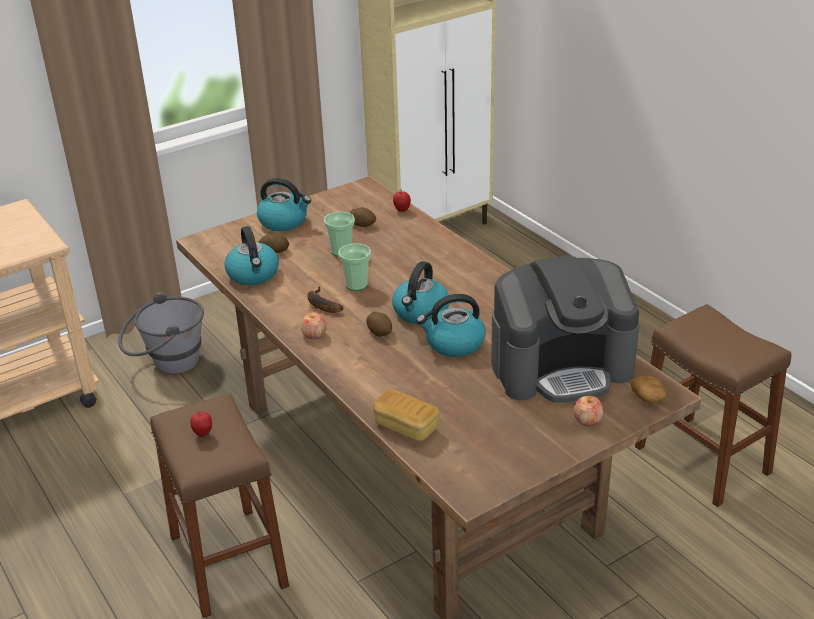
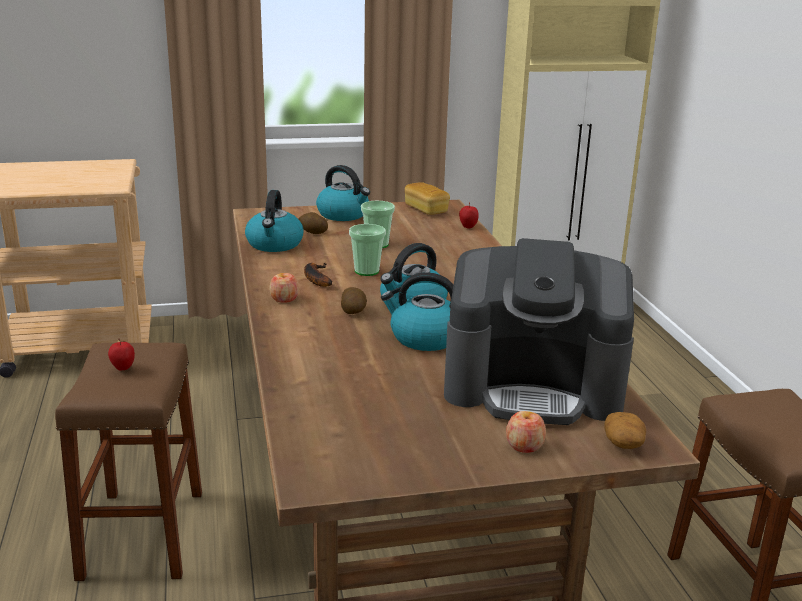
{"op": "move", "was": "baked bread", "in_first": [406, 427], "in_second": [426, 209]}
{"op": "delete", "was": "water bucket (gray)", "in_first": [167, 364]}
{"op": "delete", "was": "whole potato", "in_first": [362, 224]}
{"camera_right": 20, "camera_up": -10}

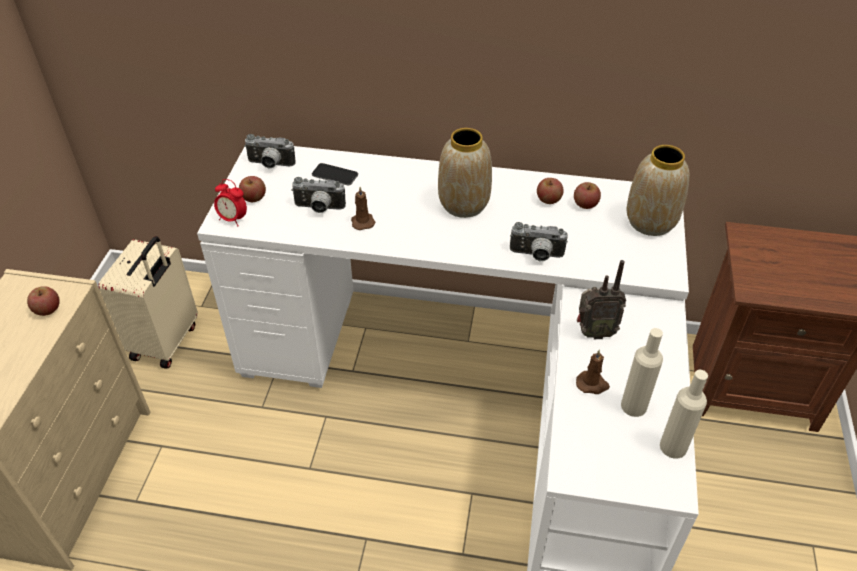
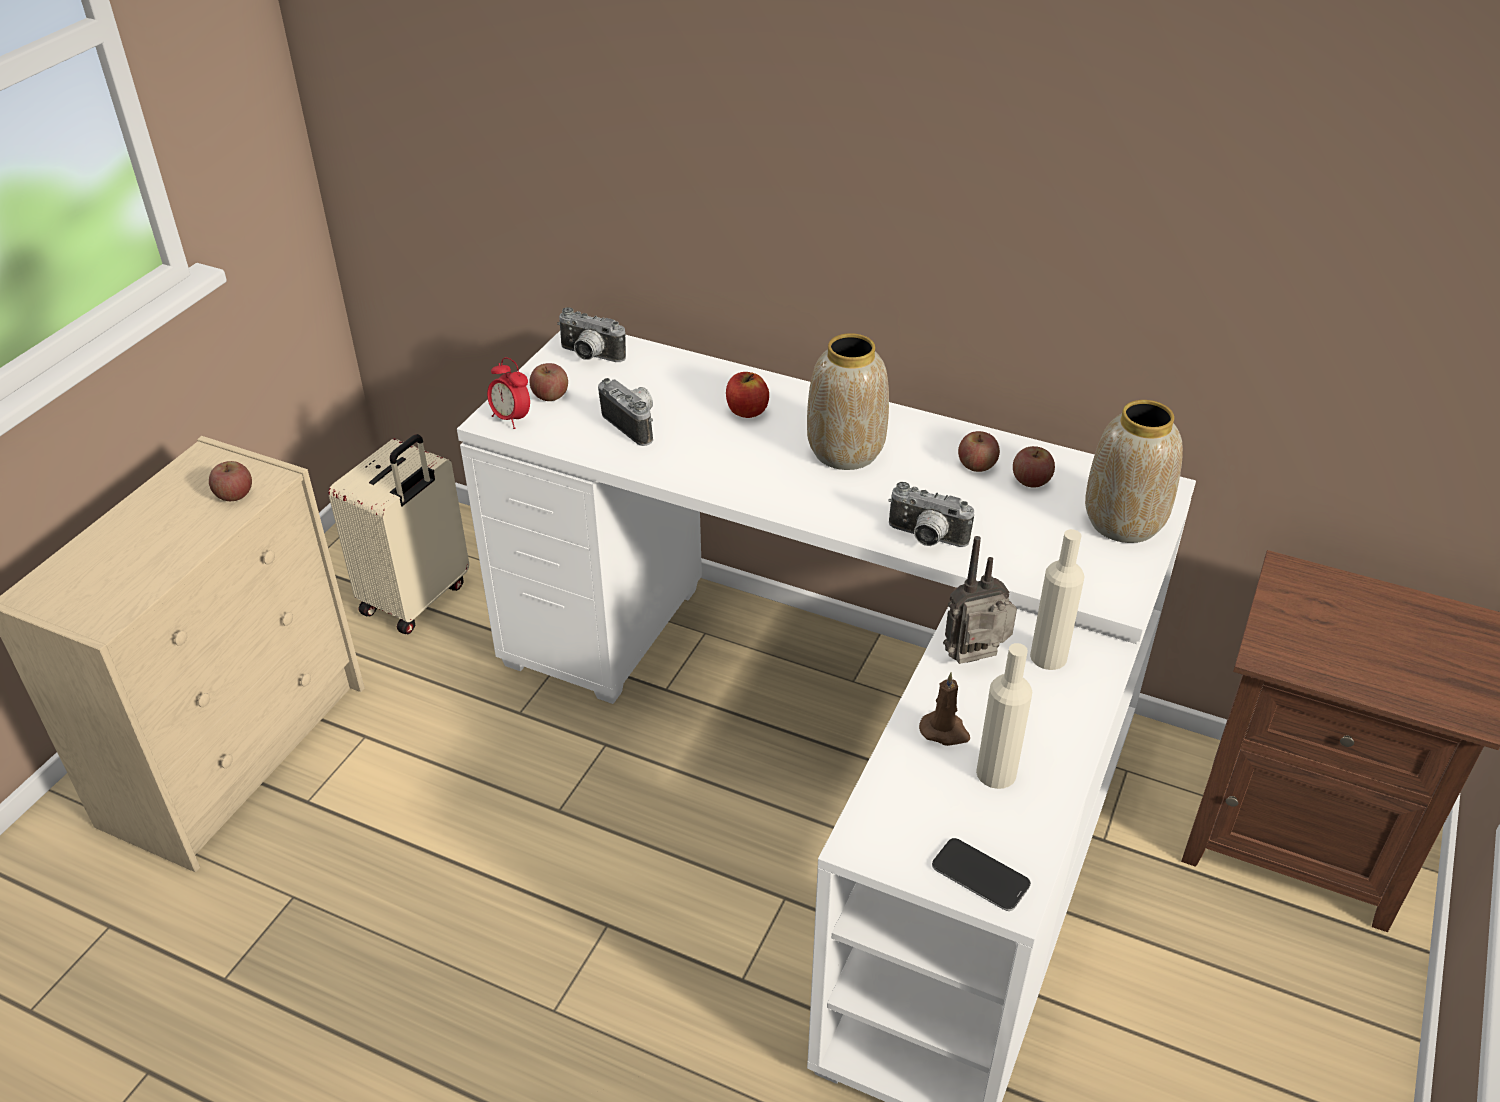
{"op": "rotate", "was": "still camera", "in_first": [319, 209], "in_second": [634, 424], "clockwise": -150}
{"op": "insert", "now": "apple fruit", "in_second": [747, 411]}
{"op": "move", "was": "handset", "in_first": [335, 175], "in_second": [980, 876]}
{"op": "rotate", "was": "radio receiver", "in_first": [594, 332], "in_second": [977, 662], "clockwise": 150}
{"op": "move", "was": "beverage bottle (beige)", "in_first": [673, 447], "in_second": [1048, 656]}
{"op": "delete", "was": "candle (brown-coloured)", "in_first": [362, 221]}
{"camera_right": 15, "camera_up": -5}

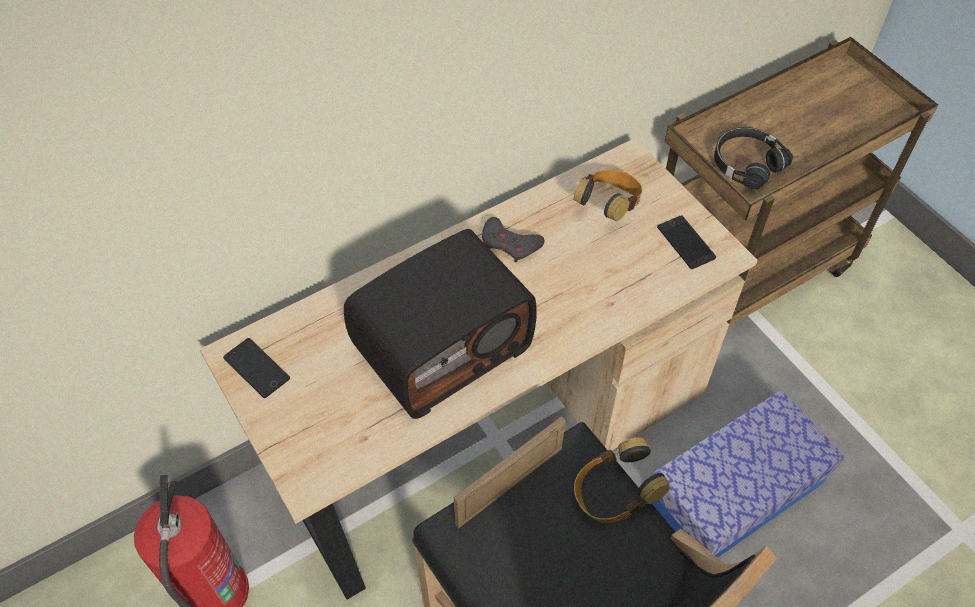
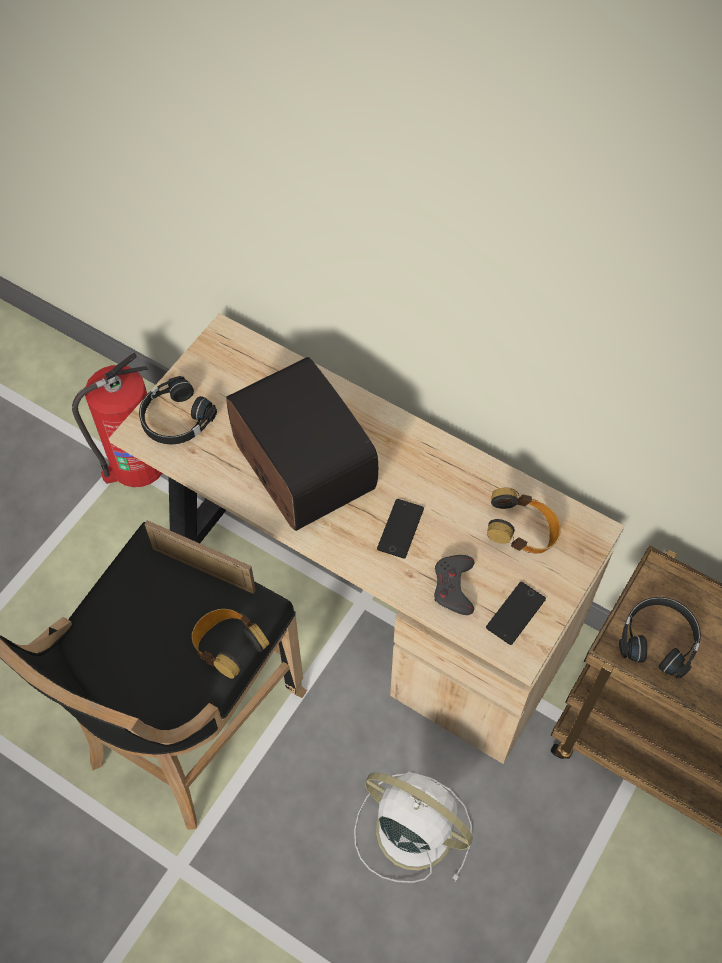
{"op": "insert", "now": "headset (black)", "in_second": [175, 419]}
{"op": "rotate", "was": "radio receiver", "in_first": [442, 346], "in_second": [300, 466], "clockwise": -150}
{"op": "replace", "was": "storage bin", "now": "fan (white)", "in_first": [735, 491], "in_second": [411, 828]}
{"op": "move", "was": "handset", "in_first": [256, 368], "in_second": [400, 529]}
{"op": "move", "was": "joypad (gray)", "in_first": [510, 244], "in_second": [454, 587]}
{"camera_right": 65, "camera_up": 5}

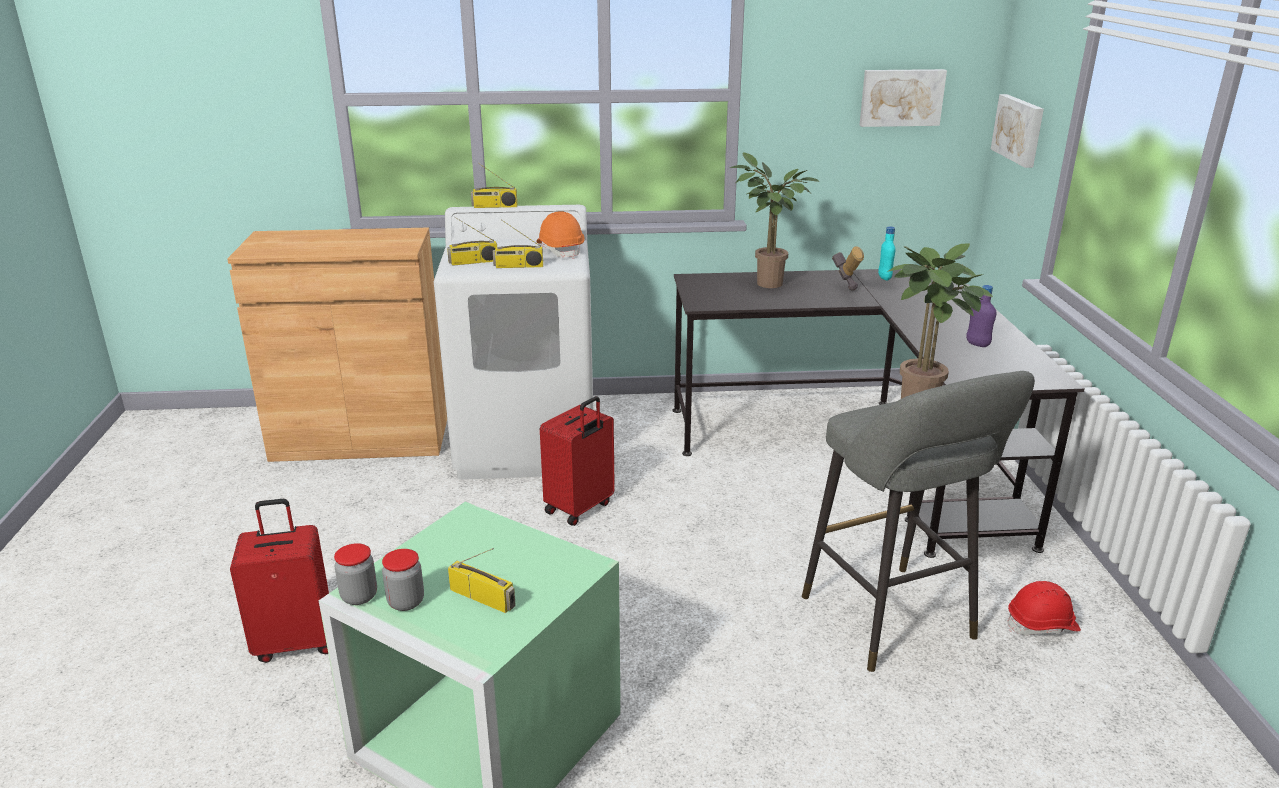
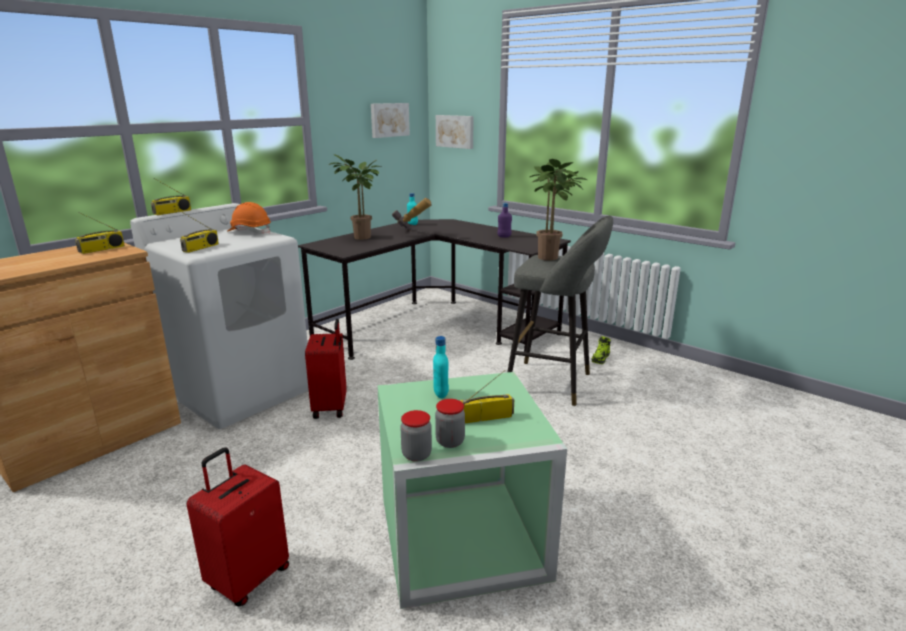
{"op": "move", "was": "radio receiver", "in_first": [518, 266], "in_second": [102, 249]}
{"op": "insert", "now": "beverage bottle (turquoise-coloured)", "in_second": [441, 394]}
{"op": "replace", "was": "work helmet (red)", "now": "low shoe", "in_first": [1042, 625], "in_second": [600, 358]}
{"camera_right": -45, "camera_up": -5}

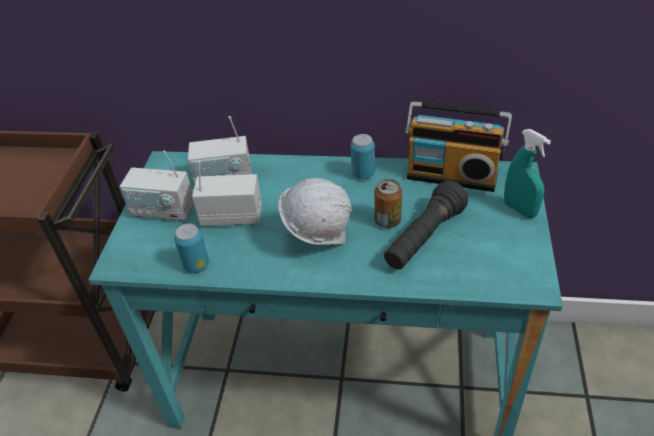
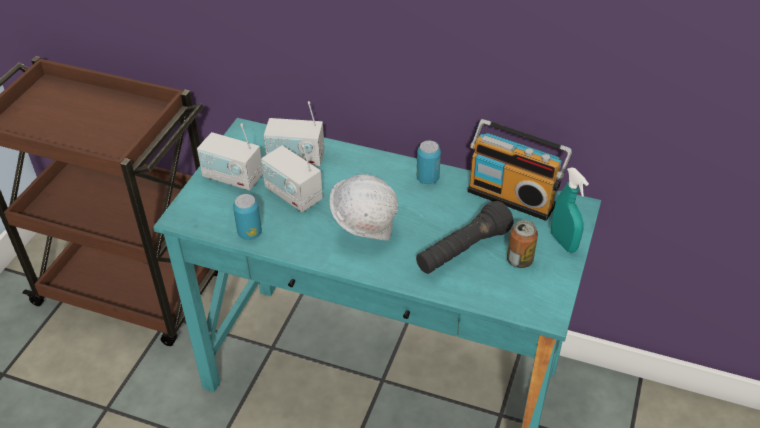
{"op": "rotate", "was": "radio receiver", "in_first": [231, 216], "in_second": [293, 195], "clockwise": -150}
{"op": "move", "was": "metal can", "in_first": [387, 220], "in_second": [519, 260]}
{"camera_right": 10, "camera_up": 0}

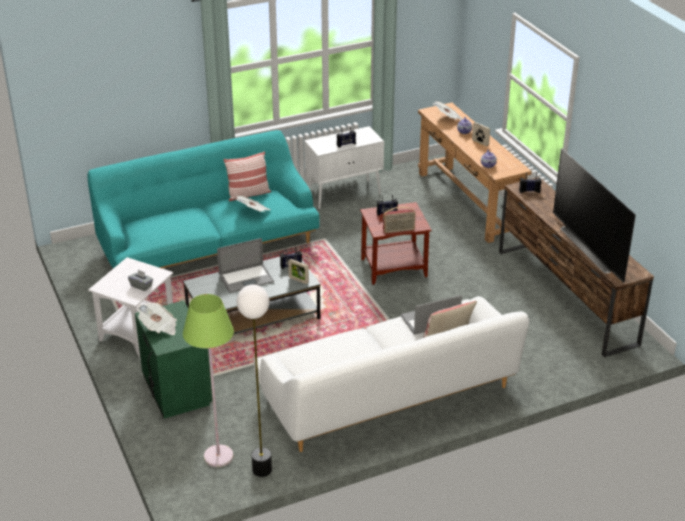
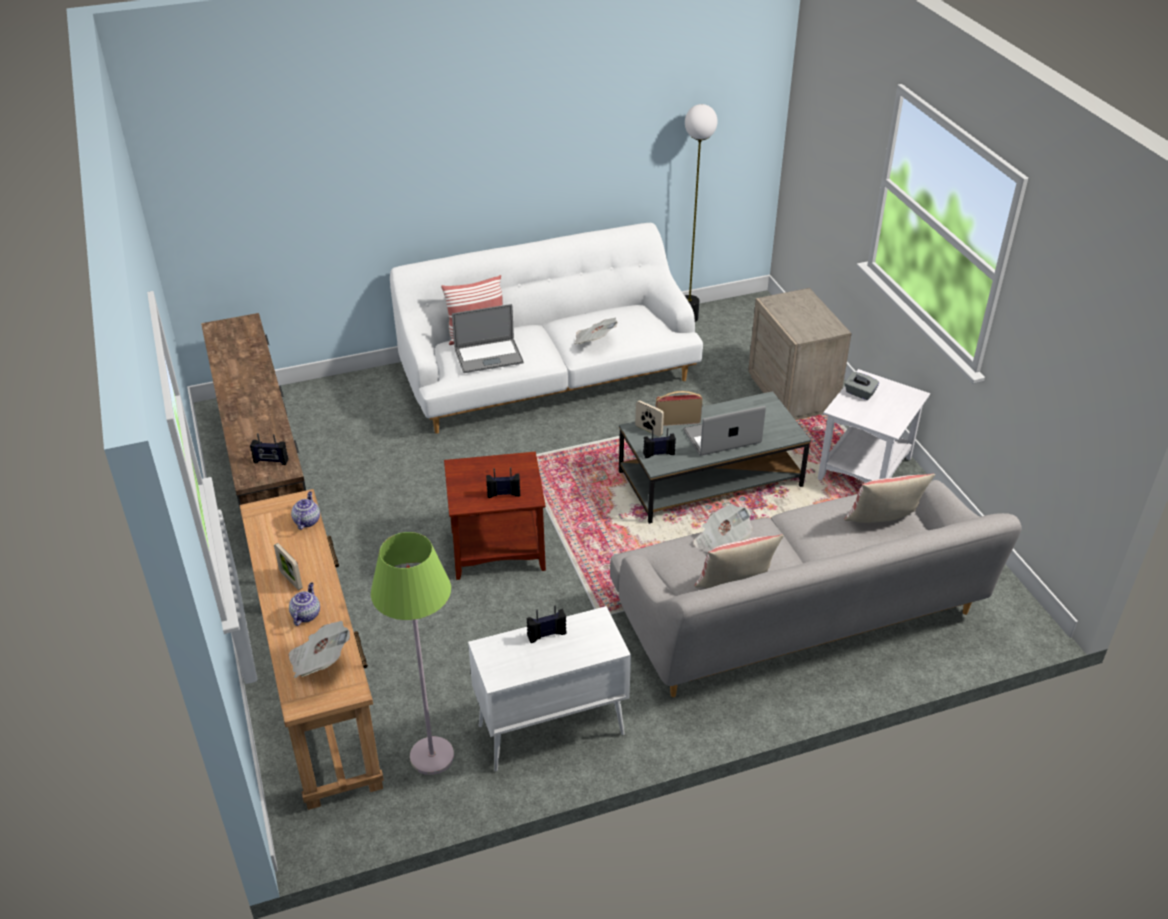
{"op": "move", "was": "standing lamp (green-coloured)", "in_first": [218, 456], "in_second": [432, 756]}
{"op": "move", "was": "printed paper", "in_first": [159, 327], "in_second": [594, 341]}
{"op": "recolor", "was": "settee (turquoise-coloured)", "now": "settee (gray)", "in_first": [207, 245], "in_second": [799, 615]}
{"op": "move", "was": "radio receiver", "in_first": [399, 230], "in_second": [677, 421]}
{"op": "recolor", "was": "bedside table (green-coloured)", "now": "bedside table (beige)", "in_first": [175, 390], "in_second": [793, 393]}
{"op": "insert", "now": "cushion", "in_second": [882, 521]}
{"op": "delete", "was": "television", "in_first": [591, 248]}
{"camera_right": -175, "camera_up": 5}

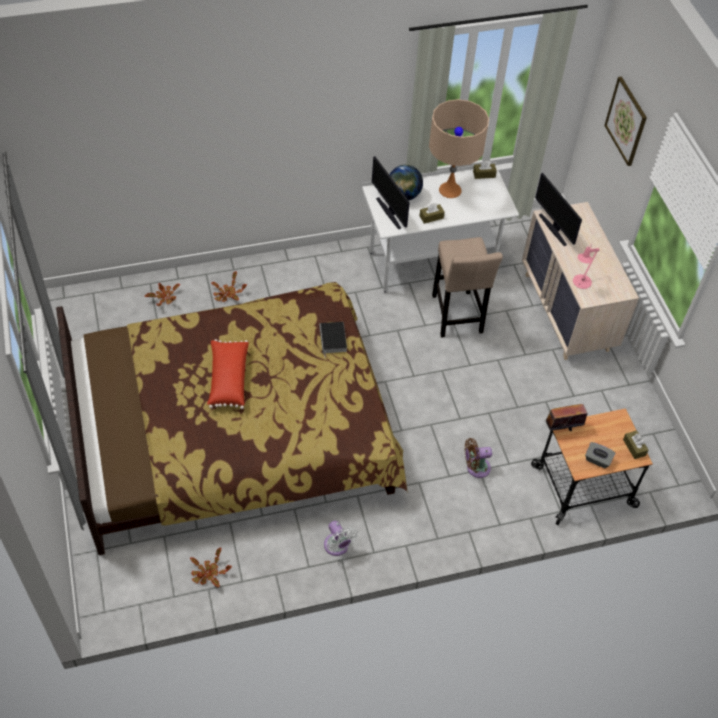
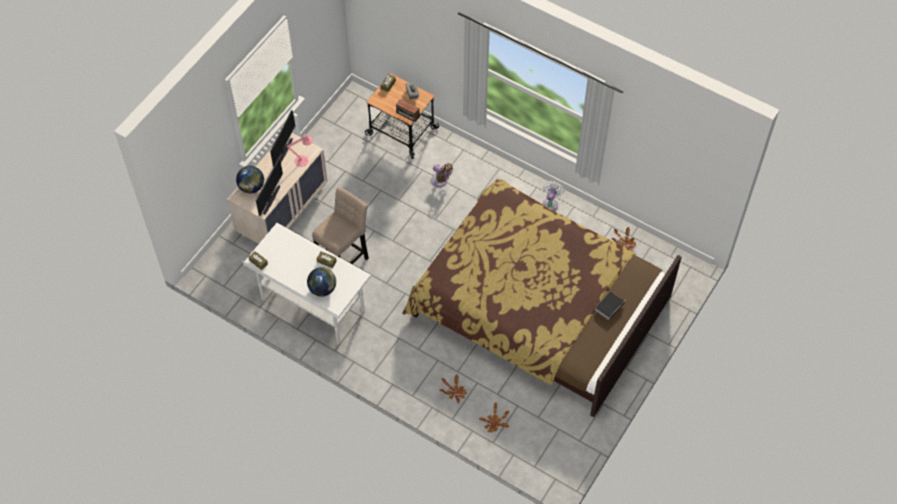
{"op": "insert", "now": "globe", "in_second": [251, 187]}
{"op": "move", "was": "computer display", "in_first": [389, 213], "in_second": [283, 151]}
{"op": "move", "was": "volume", "in_first": [333, 340], "in_second": [609, 306]}
{"op": "delete", "was": "cushion (red)", "in_first": [228, 379]}
{"op": "delete", "was": "lamp for a table (beige)", "in_first": [450, 190]}
{"op": "delete", "was": "picture", "in_first": [626, 121]}
{"camera_right": -130, "camera_up": 5}

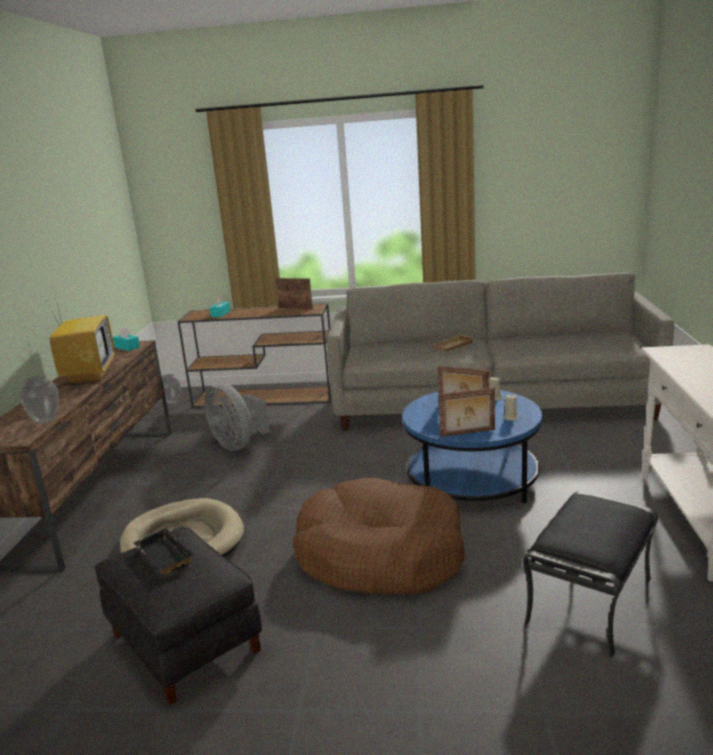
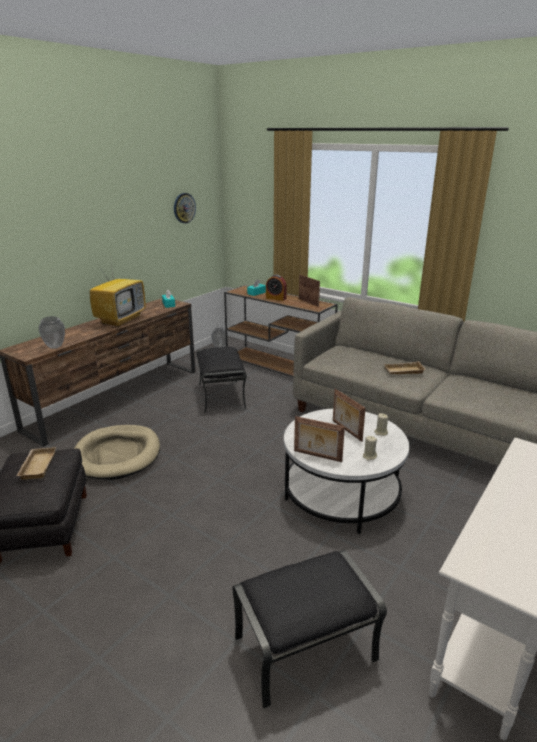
{"op": "recolor", "was": "serving tray (black)", "now": "serving tray (beige)", "in_first": [162, 556], "in_second": [37, 466]}
{"op": "insert", "now": "hanging clock", "in_second": [184, 208]}
{"op": "replace", "was": "fan (gray)", "now": "pouffe (black)", "in_first": [238, 444], "in_second": [222, 396]}
{"op": "insert", "now": "table clock", "in_second": [276, 298]}
{"op": "recolor", "was": "low table (blue)", "now": "low table (white)", "in_first": [472, 480], "in_second": [341, 493]}
{"op": "delete", "was": "pet bed (brown-coloured)", "in_first": [380, 555]}
{"camera_right": 30, "camera_up": 5}

